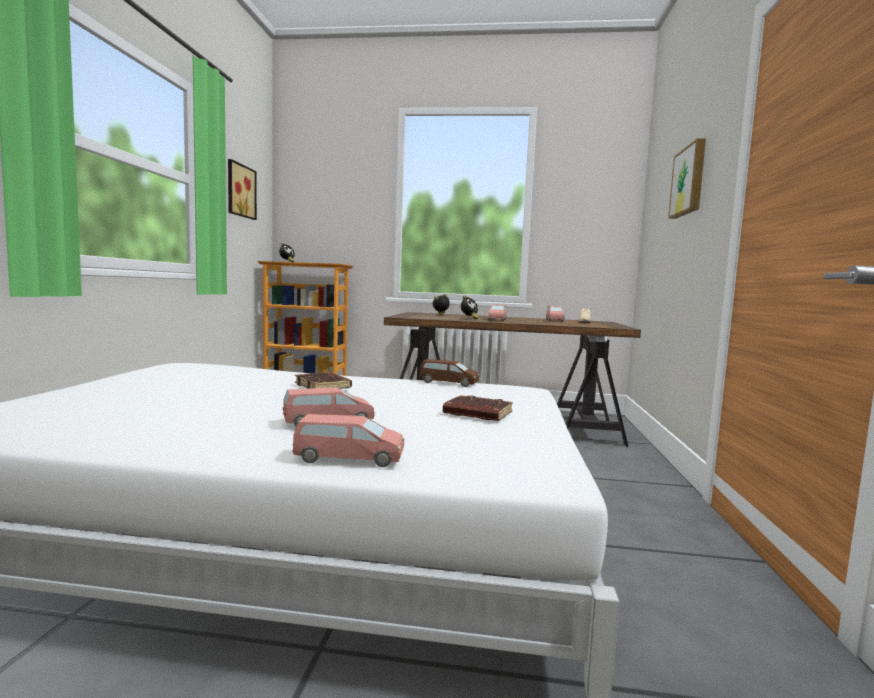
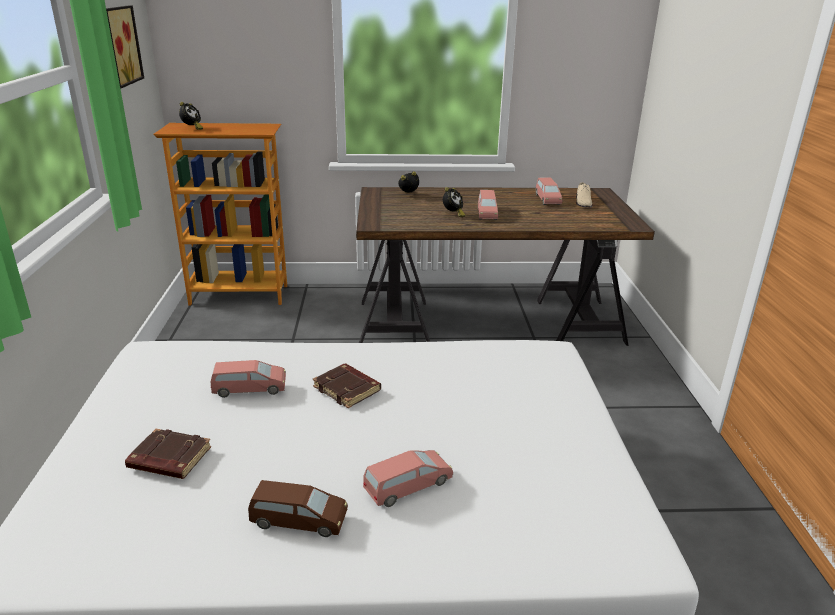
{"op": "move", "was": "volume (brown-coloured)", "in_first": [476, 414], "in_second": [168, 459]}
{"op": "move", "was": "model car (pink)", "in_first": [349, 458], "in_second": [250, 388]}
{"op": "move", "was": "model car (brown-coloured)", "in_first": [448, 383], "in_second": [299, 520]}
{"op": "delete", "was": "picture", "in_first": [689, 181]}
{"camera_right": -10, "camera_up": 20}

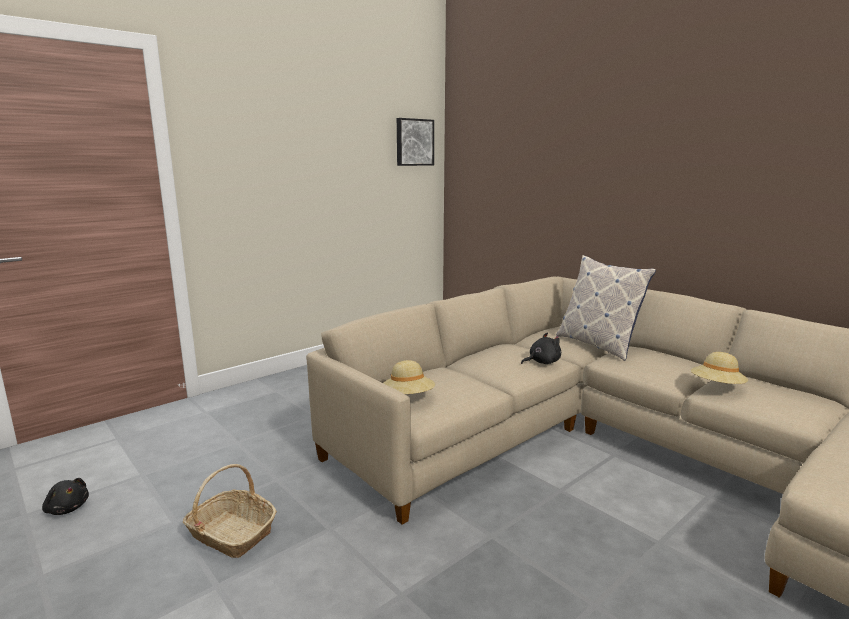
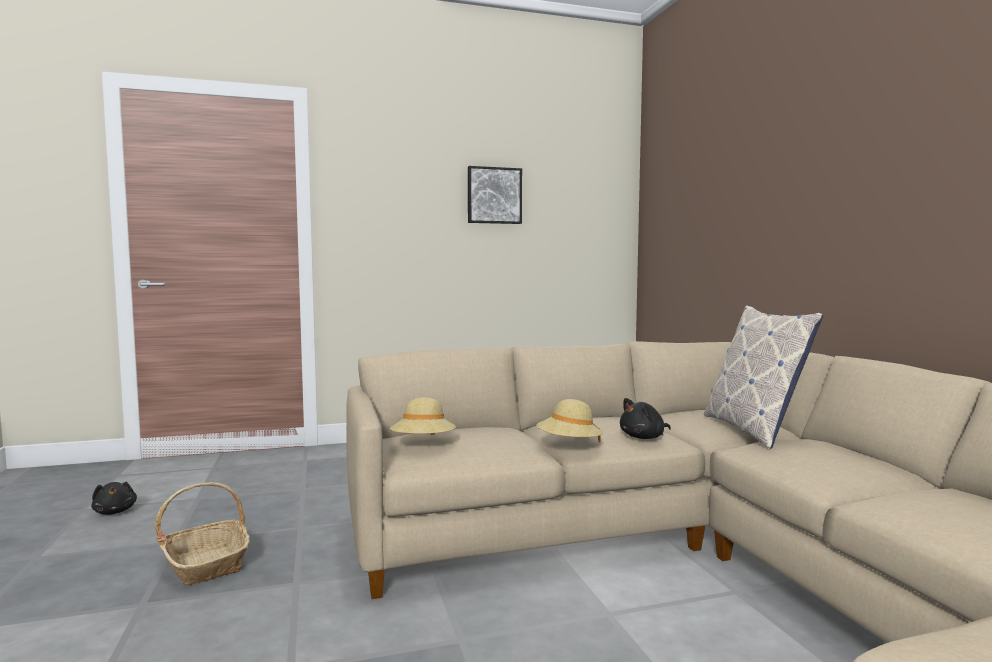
{"op": "move", "was": "picture", "in_first": [414, 142], "in_second": [494, 195]}
{"op": "move", "was": "hat (beige)", "in_first": [717, 387], "in_second": [569, 445]}
{"op": "rotate", "was": "soft toy (black)", "in_first": [542, 362], "in_second": [644, 437], "clockwise": 150}
{"camera_right": 25, "camera_up": -10}

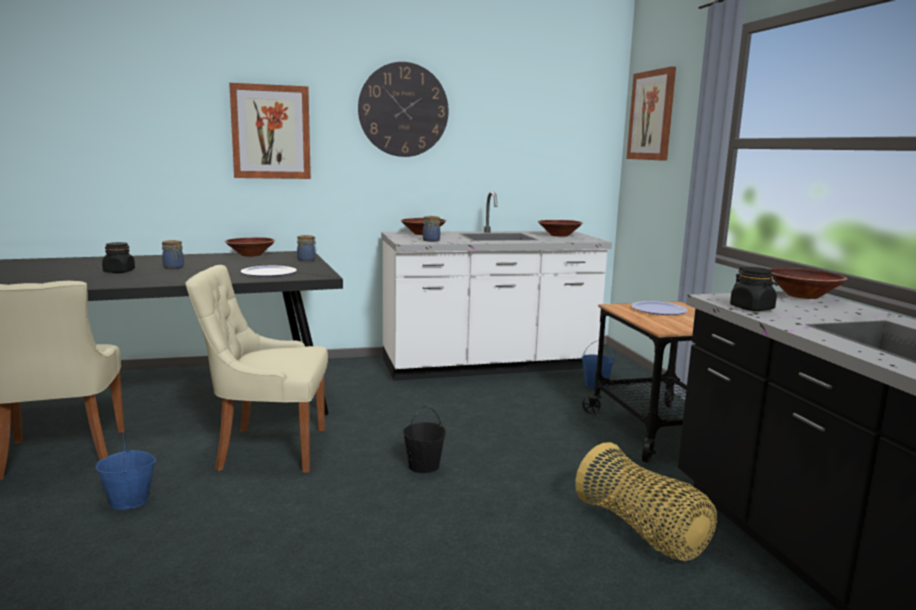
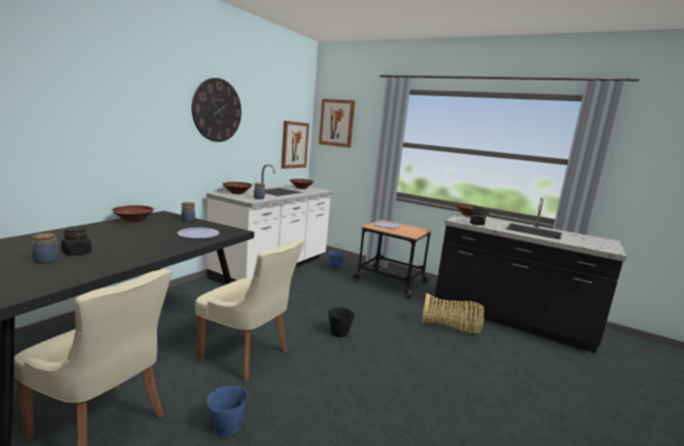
{"op": "move", "was": "preserve jar", "in_first": [174, 268], "in_second": [47, 261]}
{"op": "rotate", "was": "chair (beige)", "in_first": [268, 449], "in_second": [247, 356], "clockwise": -105}
{"op": "move", "was": "picture", "in_first": [271, 132], "in_second": [294, 145]}
{"camera_right": -45, "camera_up": 0}

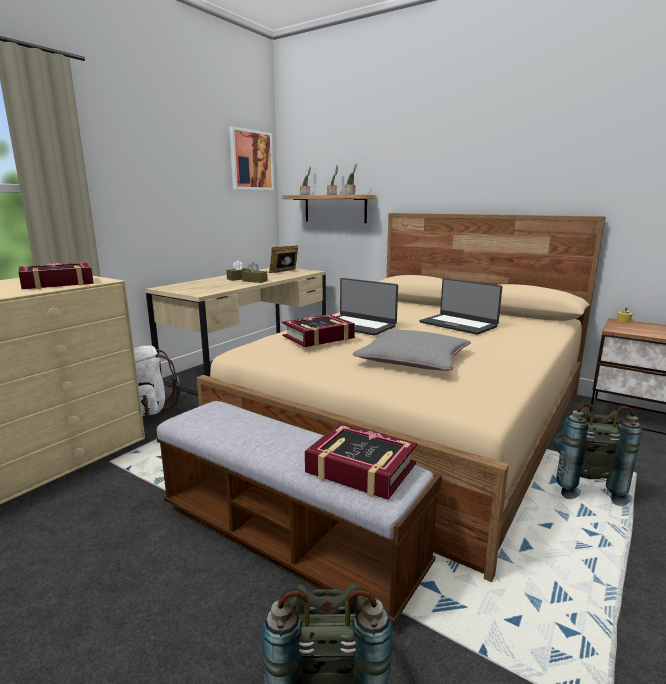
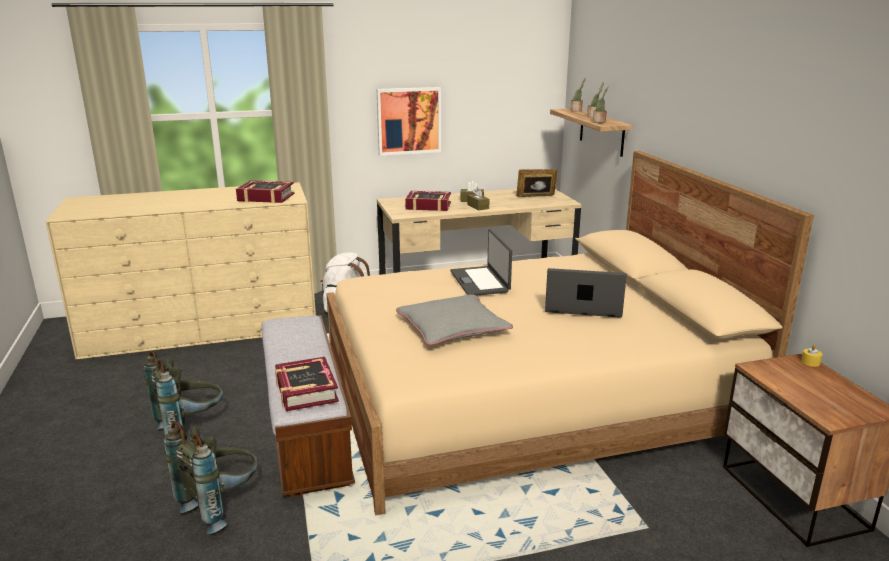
{"op": "move", "was": "knapsack (gray)", "in_first": [582, 485], "in_second": [191, 429]}
{"op": "move", "was": "picture", "in_first": [251, 160], "in_second": [409, 121]}
{"op": "move", "was": "volume", "in_first": [318, 337], "in_second": [428, 206]}
{"op": "rotate", "was": "portable computer", "in_first": [458, 324], "in_second": [583, 307], "clockwise": 105}
{"camera_right": 40, "camera_up": 5}

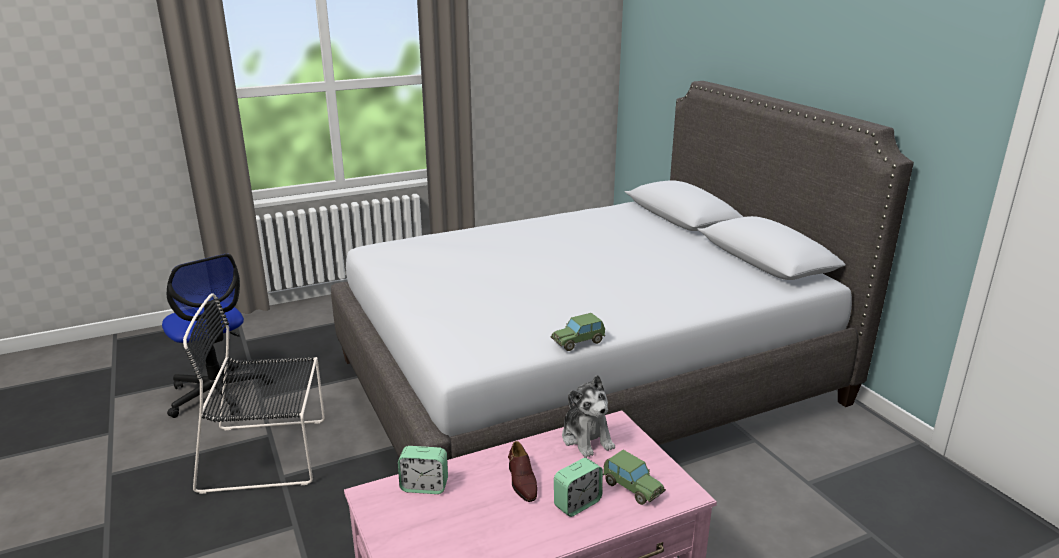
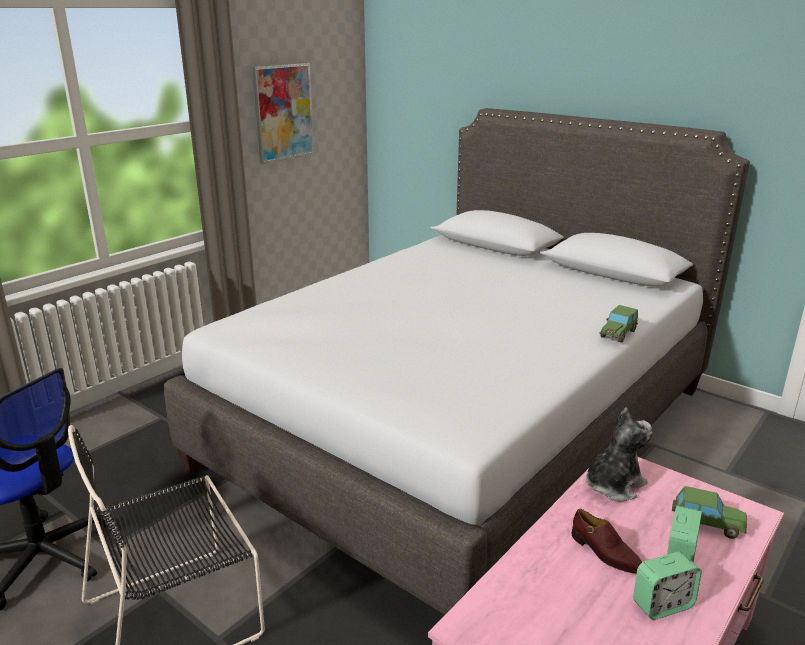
{"op": "insert", "now": "picture", "in_second": [283, 112]}
{"op": "rotate", "was": "soft toy", "in_first": [587, 438], "in_second": [613, 485], "clockwise": -75}
{"op": "move", "was": "model car", "in_first": [578, 342], "in_second": [618, 334]}
{"op": "move", "was": "table clock", "in_first": [424, 486], "in_second": [662, 605]}
{"camera_right": -25, "camera_up": 0}

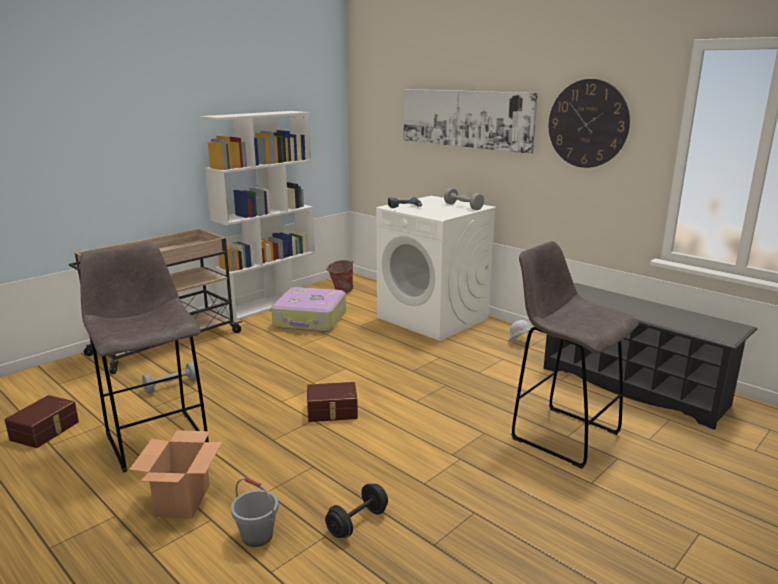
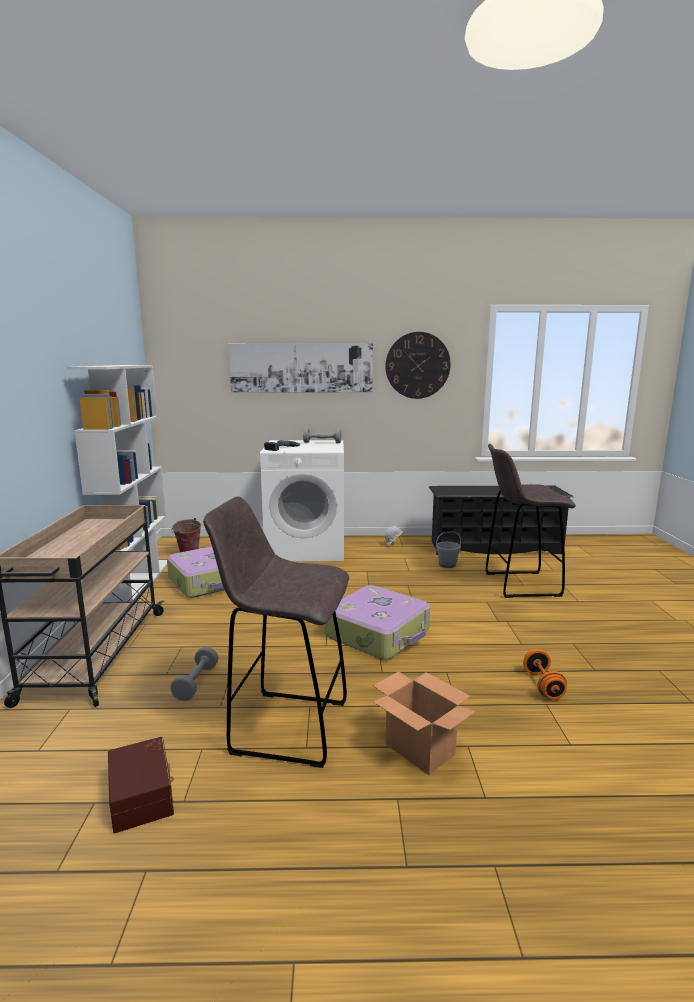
{"op": "replace", "was": "storage bin (brown-coloured)", "now": "piece of luggage", "in_first": [332, 412], "in_second": [378, 633]}
{"op": "move", "was": "water bucket (gray)", "in_first": [257, 536], "in_second": [447, 564]}
{"op": "recolor", "was": "dumbbell (black)", "now": "dumbbell (orangey)", "in_first": [357, 523], "in_second": [543, 685]}
{"camera_right": -45, "camera_up": -5}

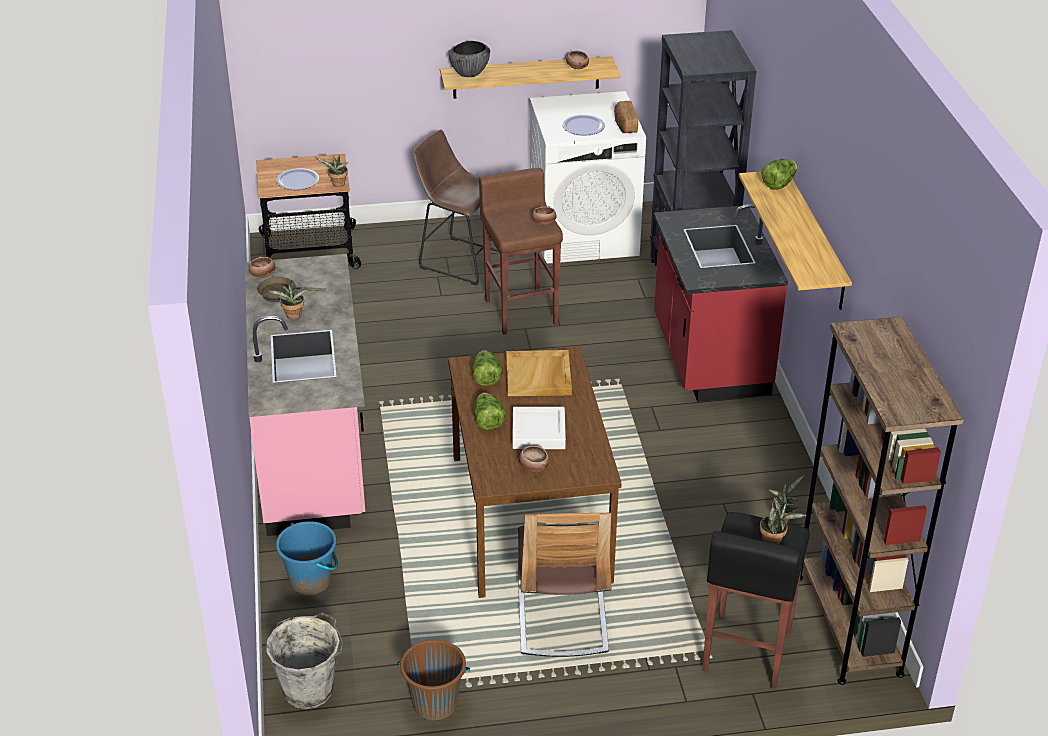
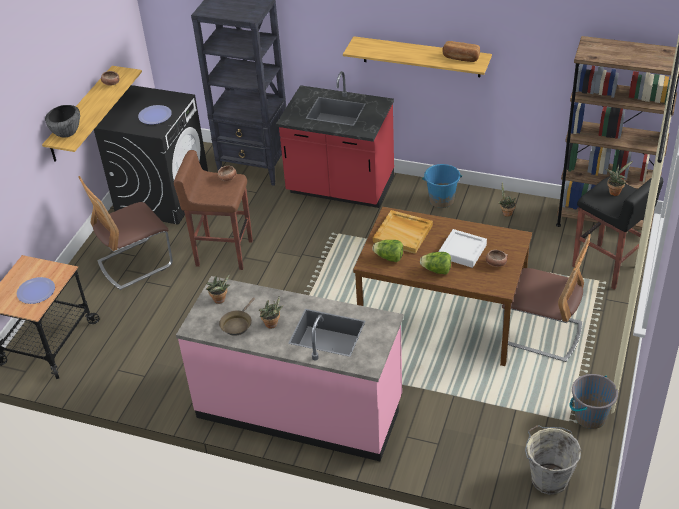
{"op": "replace", "was": "stool (brown-coloured)", "now": "chair", "in_first": [459, 259], "in_second": [135, 264]}
{"op": "recolor", "was": "laundry appliance (white)", "now": "laundry appliance (black)", "in_first": [584, 235], "in_second": [162, 195]}
{"op": "move", "was": "plant in a pot", "in_first": [337, 185], "in_second": [220, 301]}
{"op": "move", "was": "water bucket (blue)", "in_first": [311, 581], "in_second": [441, 200]}
{"op": "move", "was": "baked bread", "in_first": [625, 125], "in_second": [460, 58]}
{"op": "recolor", "was": "water bucket (brown-coloured)", "now": "water bucket (gray)", "in_first": [435, 703], "in_second": [590, 417]}
{"op": "delete", "was": "serving bowl", "in_first": [263, 275]}
{"op": "delete", "was": "lettuce", "in_first": [779, 184]}
{"camera_right": -60, "camera_up": 5}

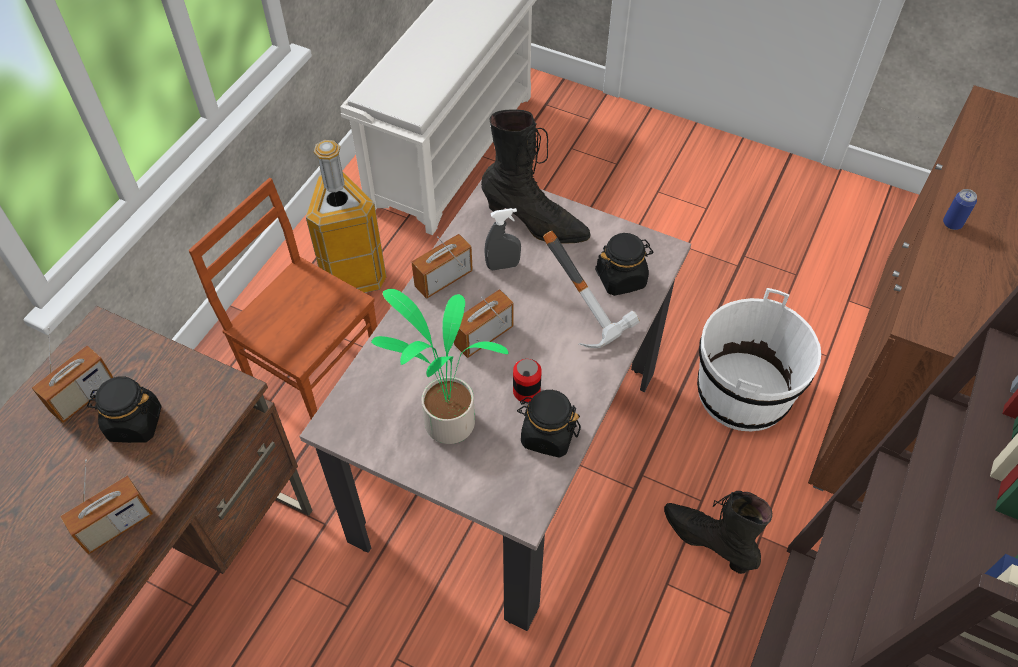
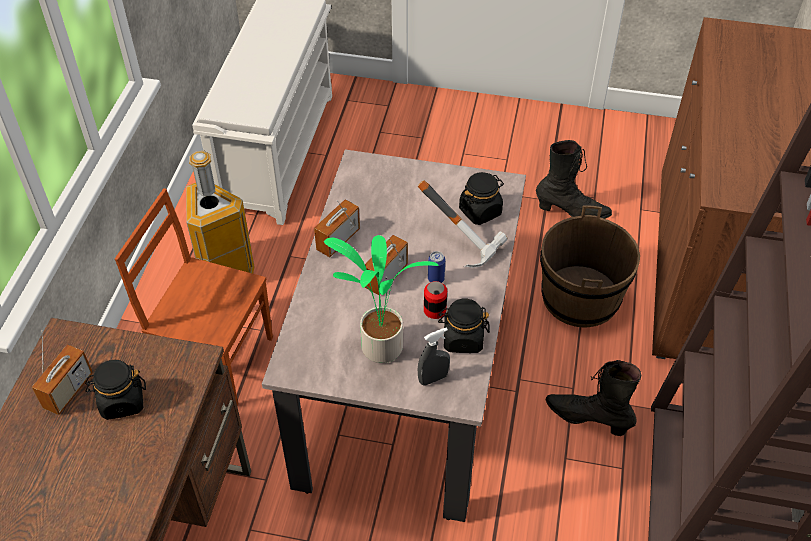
{"op": "move", "was": "hand sprayer (gray)", "in_first": [503, 265], "in_second": [433, 378]}
{"op": "move", "was": "metal can", "in_first": [952, 223], "in_second": [436, 279]}
{"op": "move", "was": "tall boot (black)", "in_first": [535, 224], "in_second": [572, 212]}
{"op": "recolor", "was": "water bucket (white)", "now": "water bucket (brown-coloured)", "in_first": [743, 392], "in_second": [580, 297]}
{"op": "delete", "was": "radio receiver", "in_first": [116, 526]}
{"camera_right": -15, "camera_up": -5}

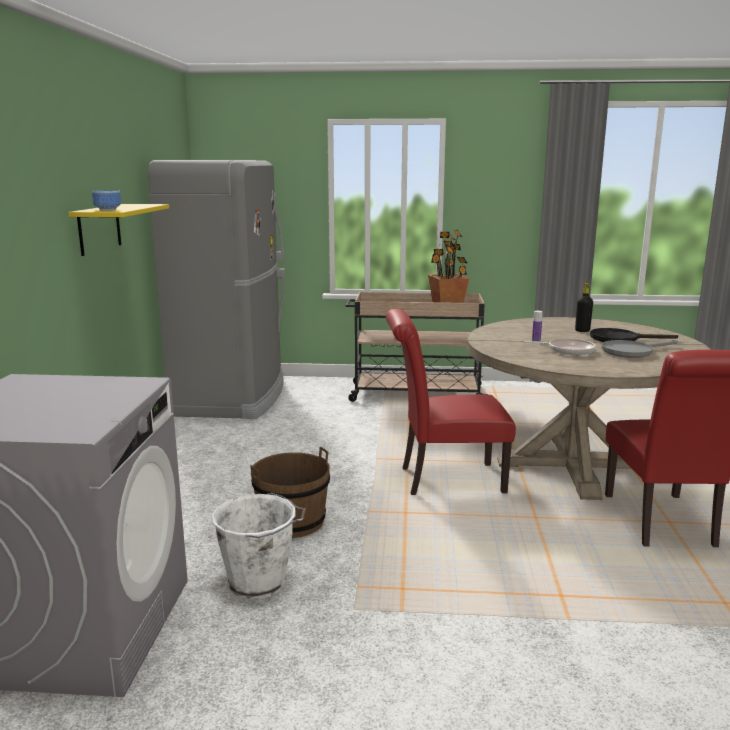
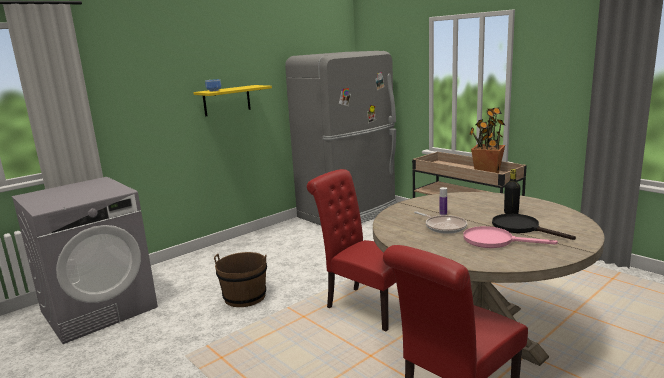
{"op": "recolor", "was": "pan (gray)", "now": "pan (pink)", "in_first": [632, 351], "in_second": [495, 241]}
{"op": "delete", "was": "water bucket (white)", "in_first": [260, 583]}
{"camera_right": 45, "camera_up": 0}

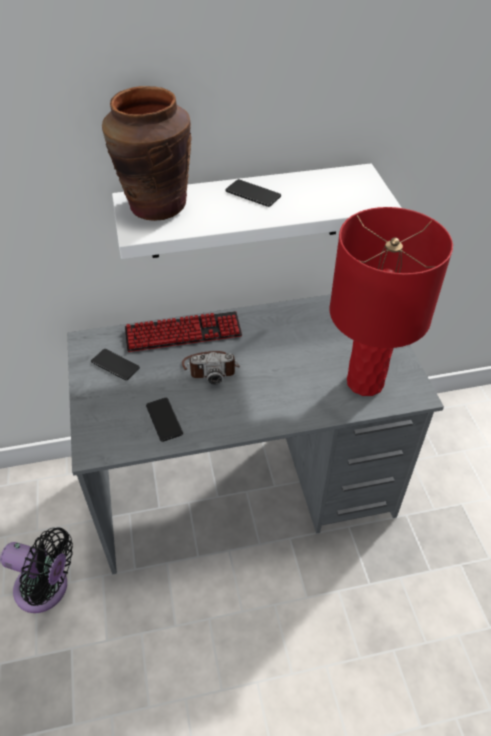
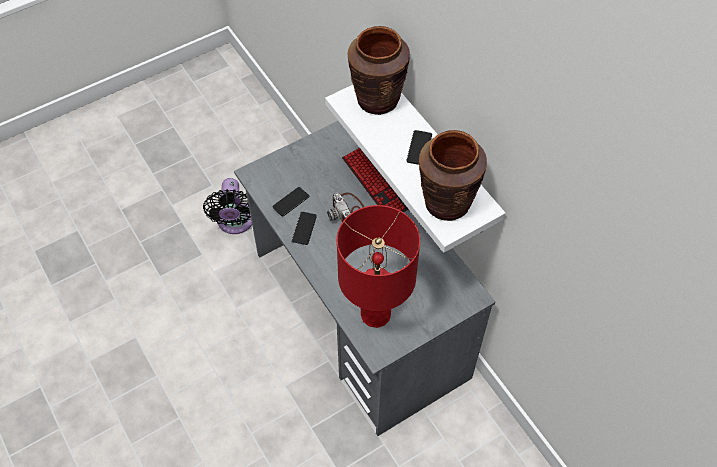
{"op": "move", "was": "handset", "in_first": [115, 365], "in_second": [304, 228]}
{"op": "insert", "now": "decorative vase (brown-coloured)", "in_second": [446, 203]}
{"camera_right": 70, "camera_up": 10}

